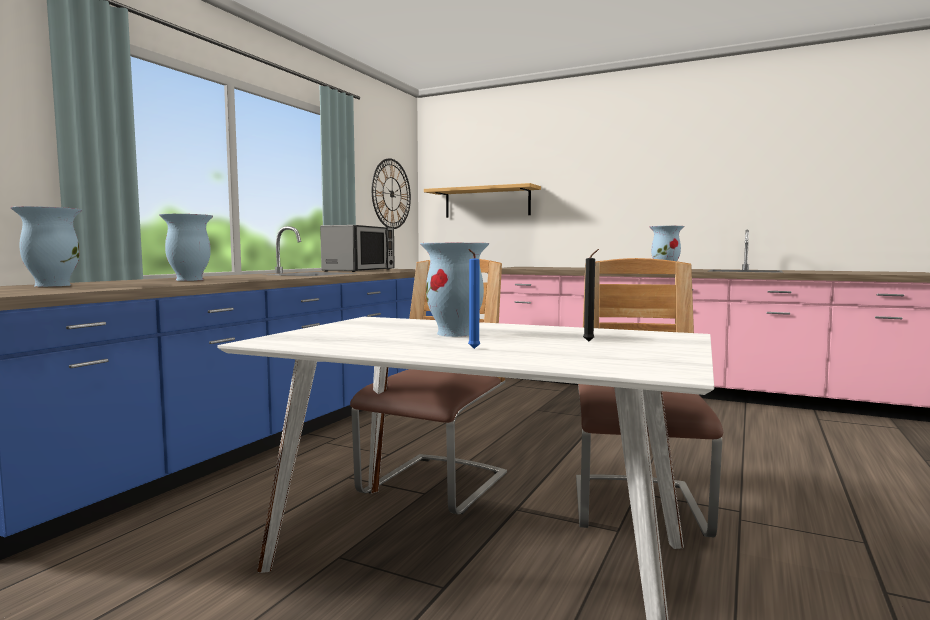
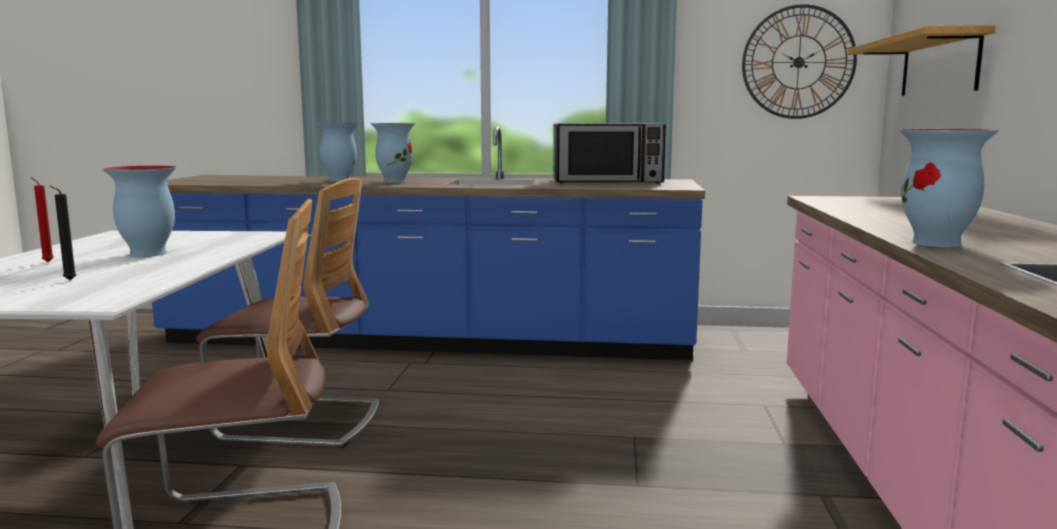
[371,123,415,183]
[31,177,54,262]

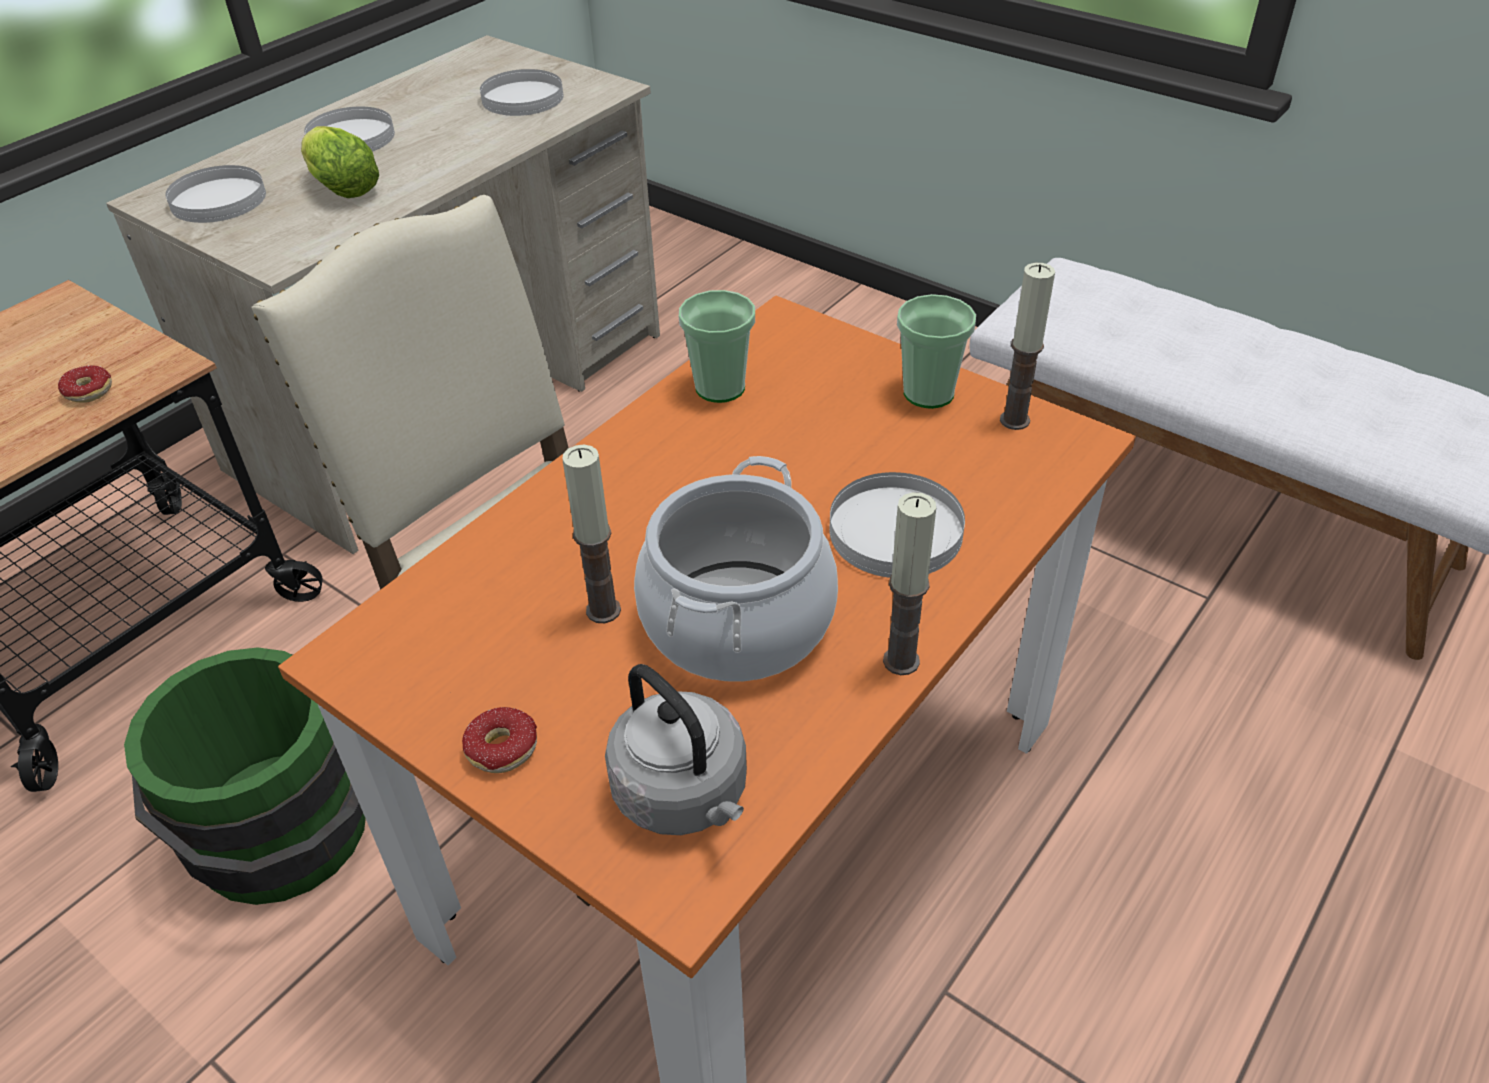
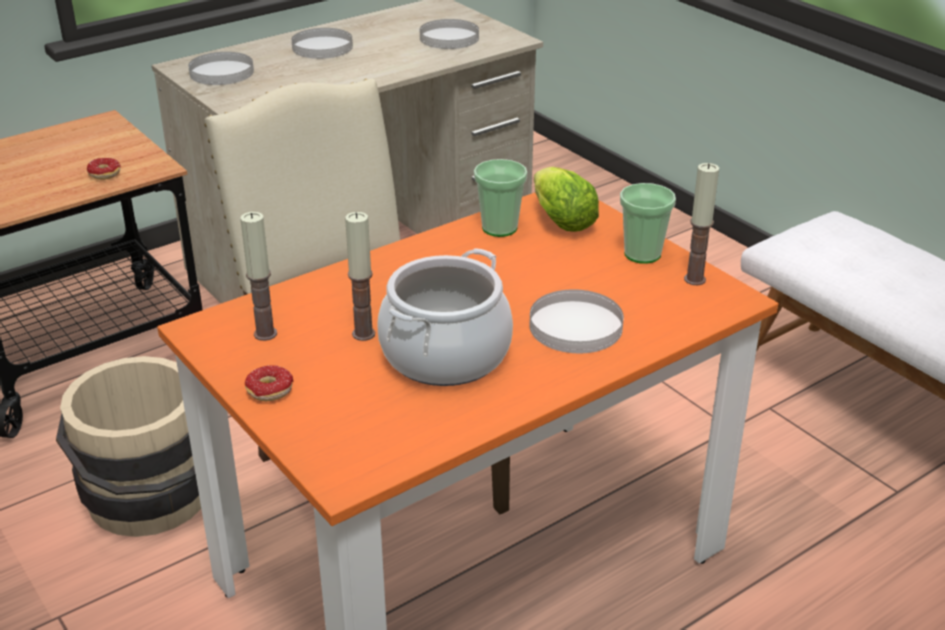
[605,664,747,835] (first image)
[534,167,599,232]
[240,212,277,341]
[56,356,201,537]

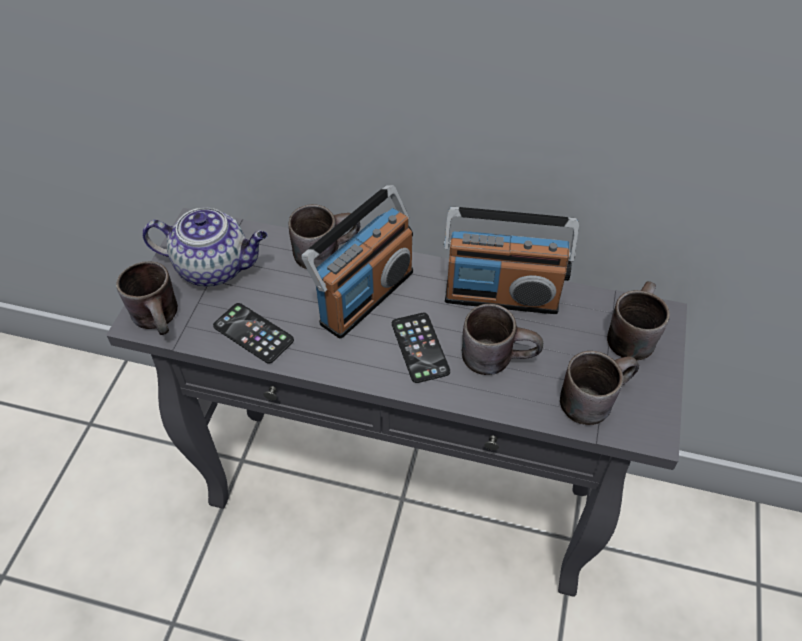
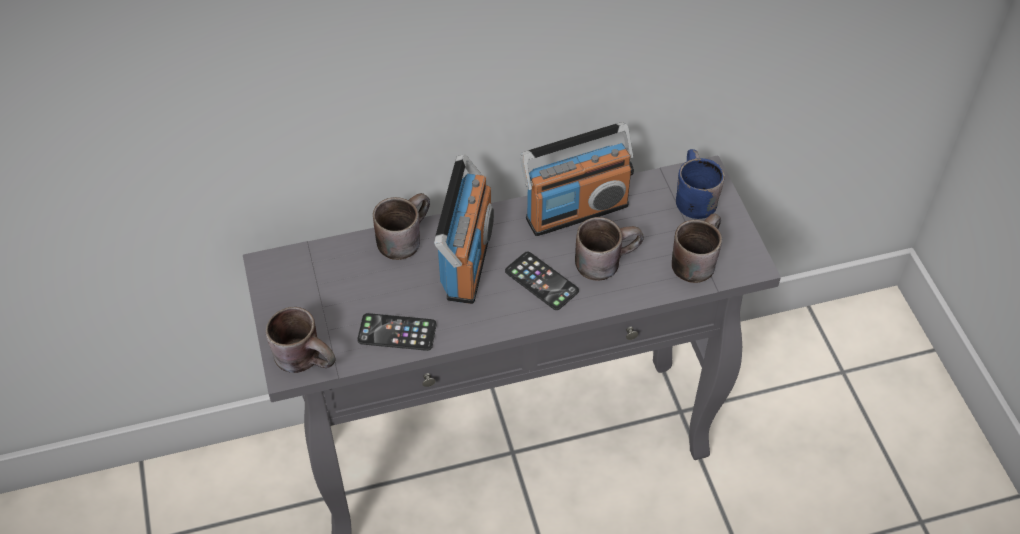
[142,207,268,287] (first image)
[676,149,725,219]

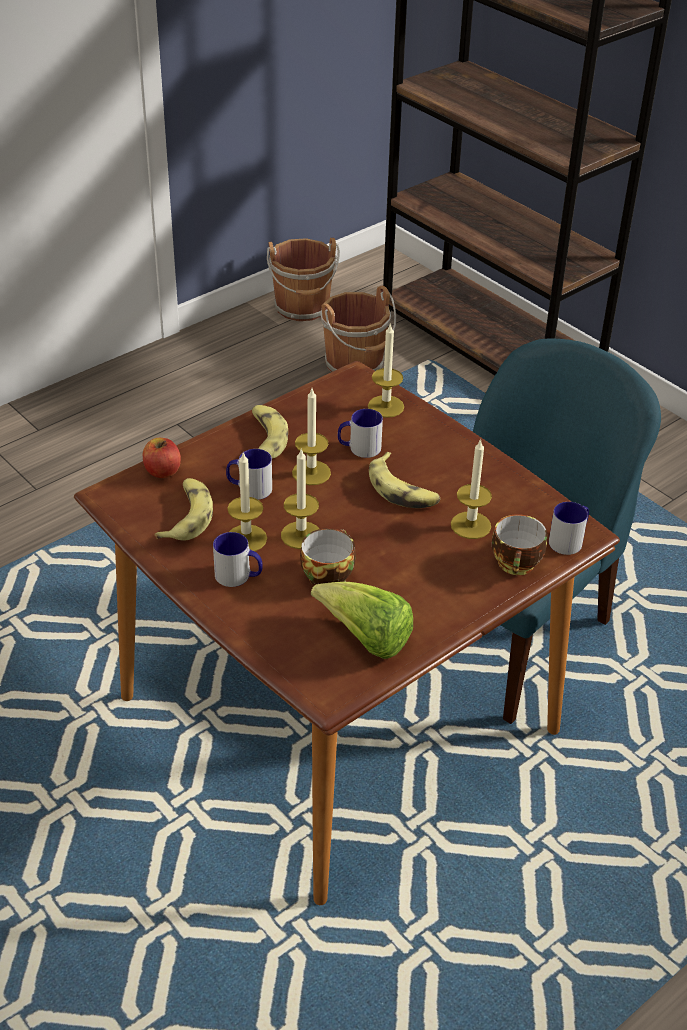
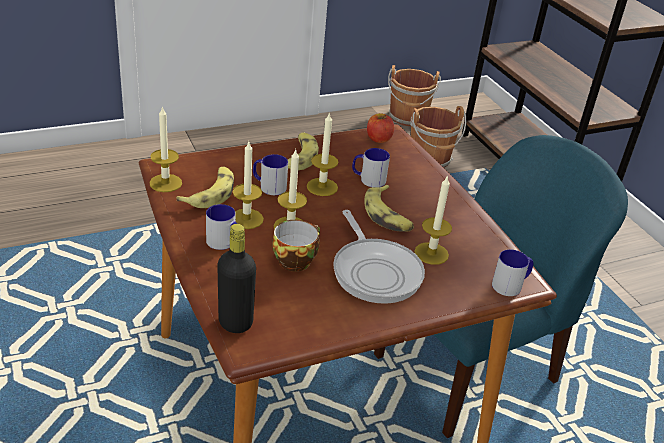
[311,582,413,659] (first image)
[492,514,547,575] (first image)
[217,224,256,333]
[333,210,425,304]
[367,113,394,143]
[149,106,182,192]

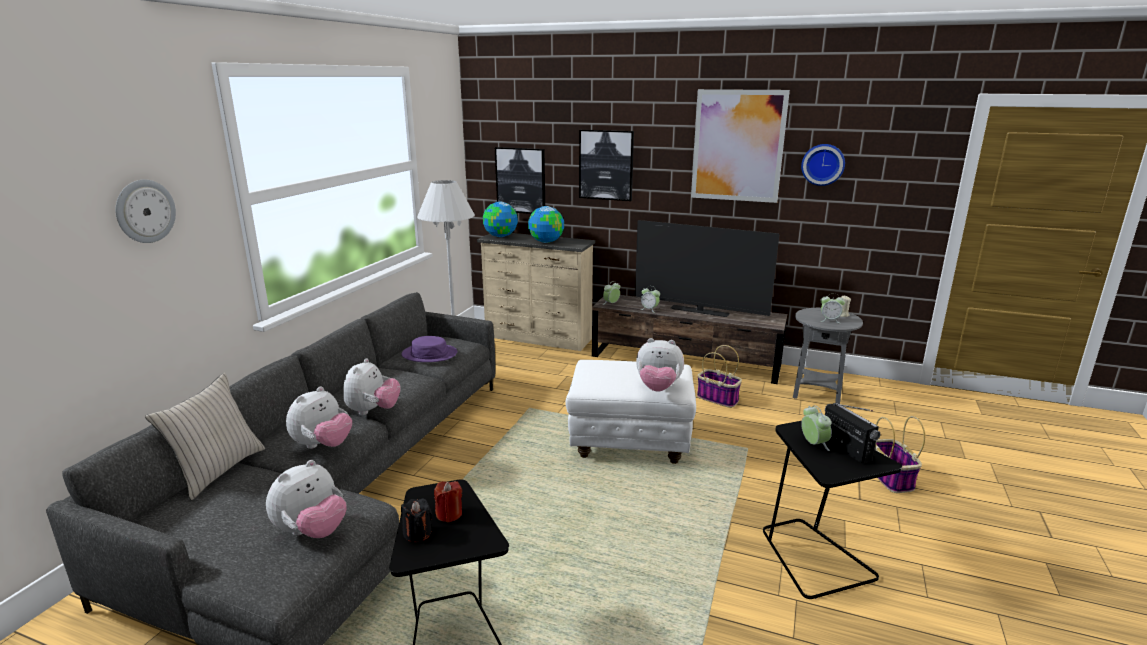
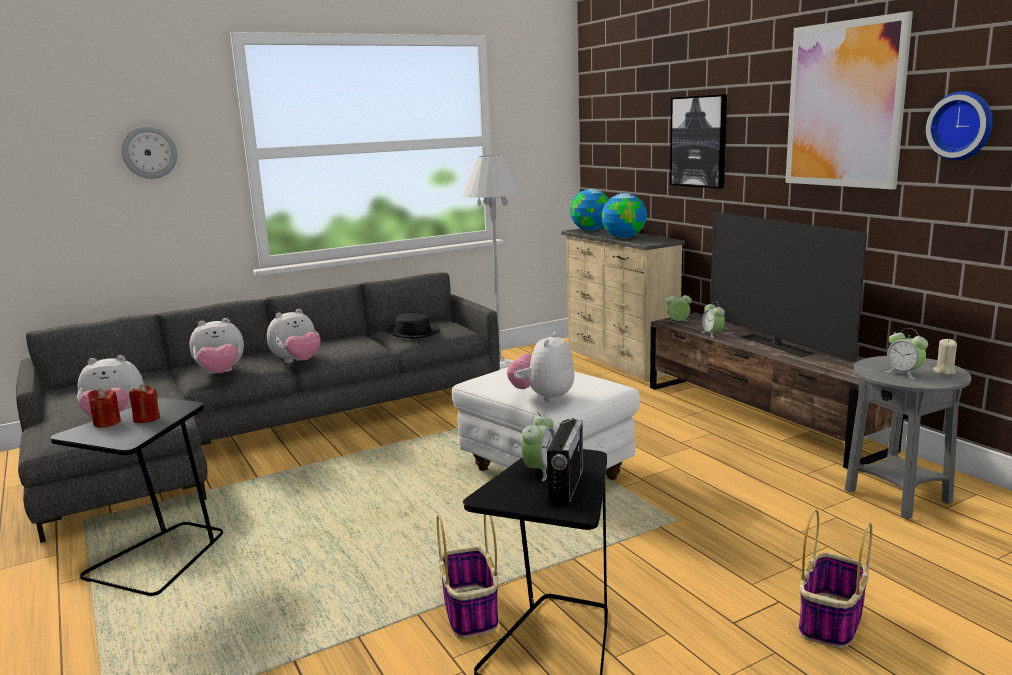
[145,373,265,500] (first image)
[495,147,545,214] (first image)
[437,514,498,638]
[88,388,121,427]
[386,313,440,338]
[507,332,574,403]

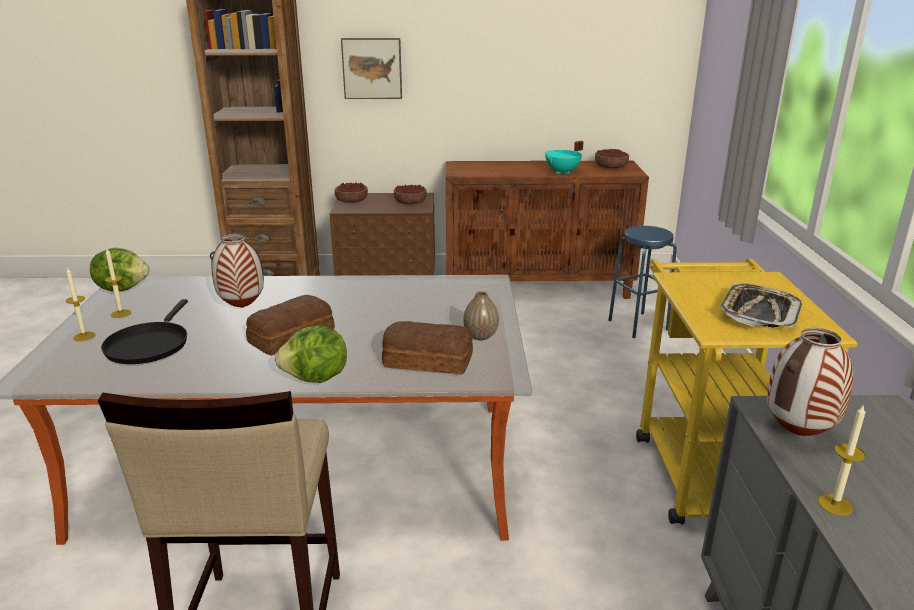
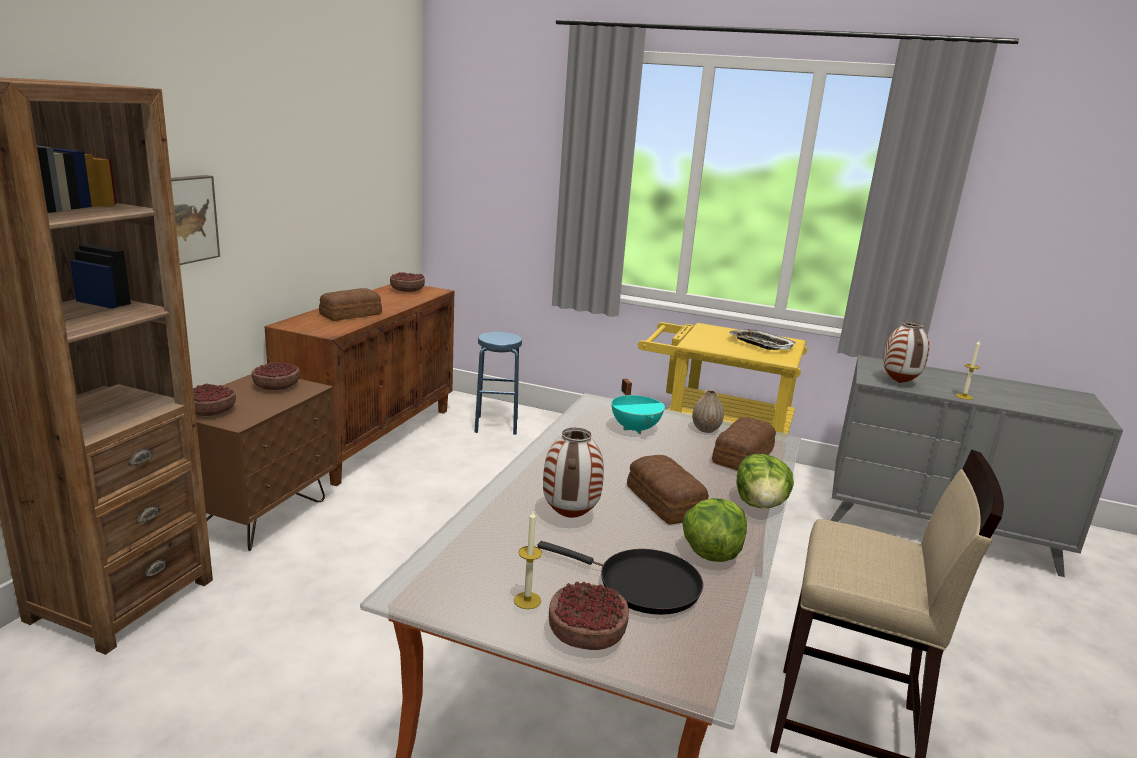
[319,288,382,321]
[683,498,747,562]
[612,379,665,434]
[549,582,629,650]

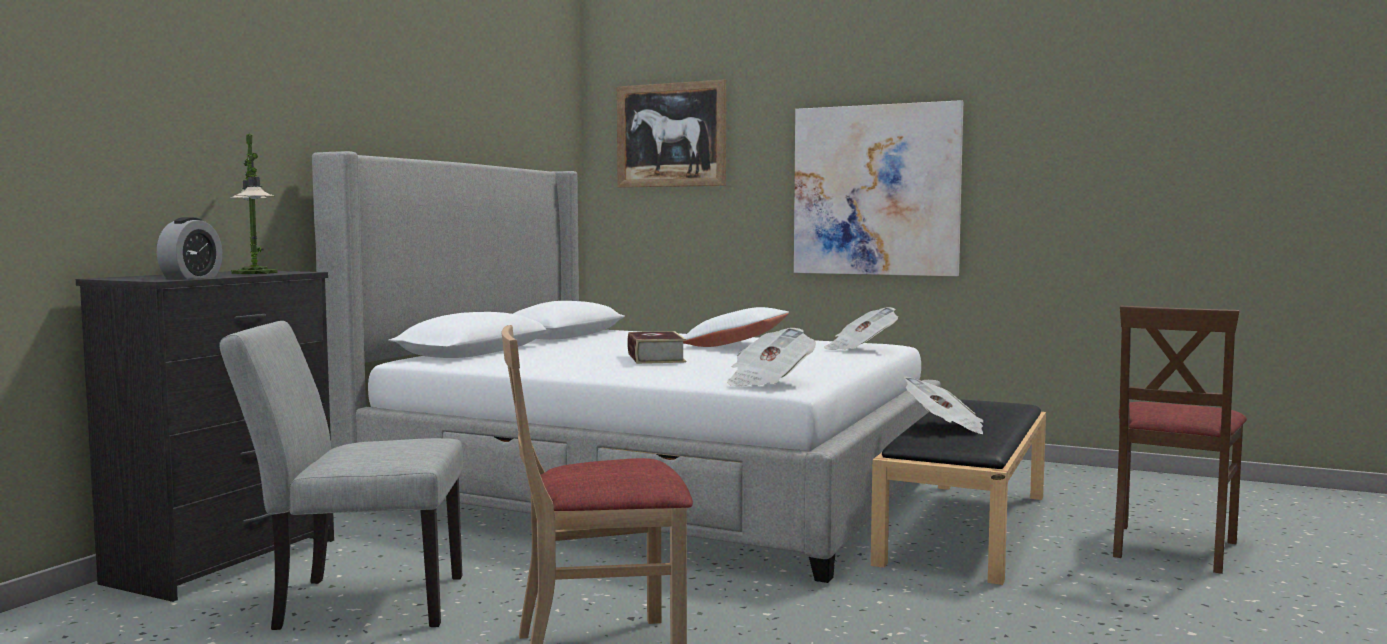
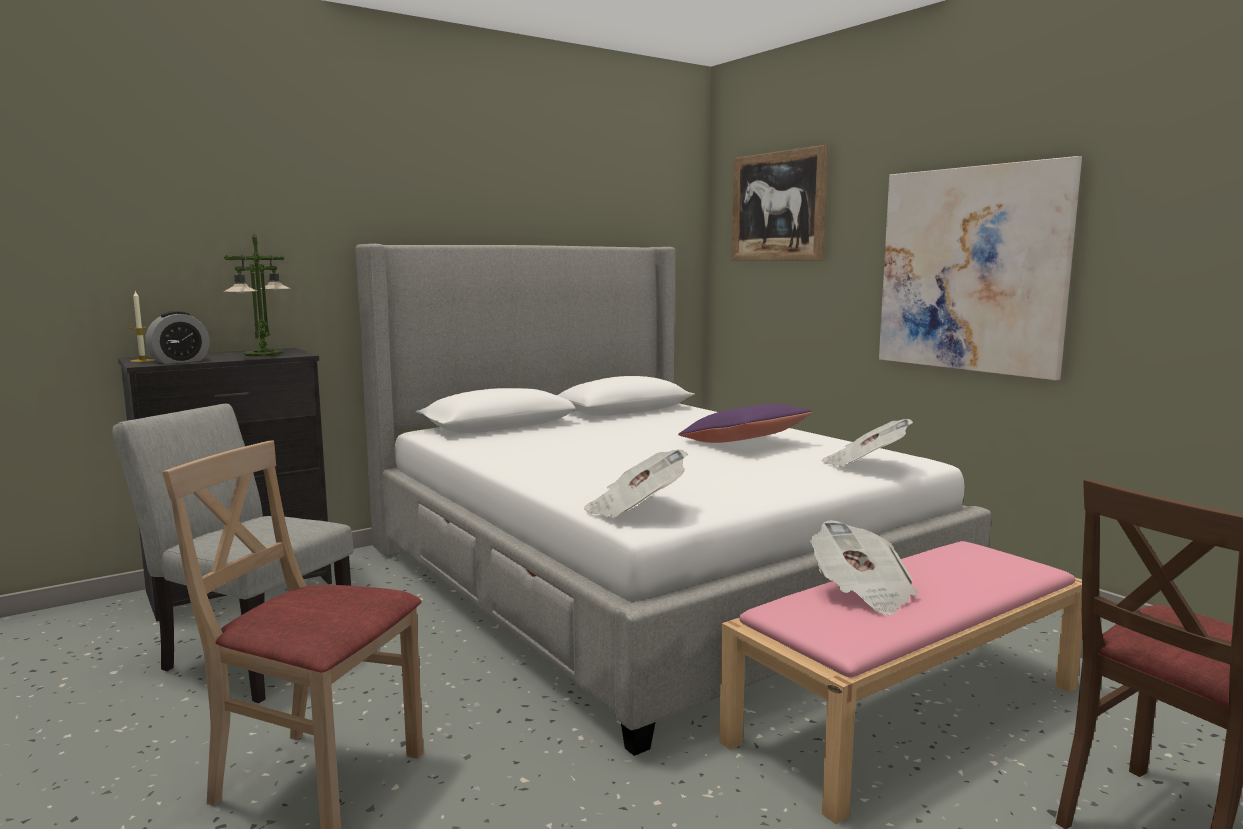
[627,331,686,364] (first image)
[129,291,155,362]
[678,404,813,443]
[719,541,1082,824]

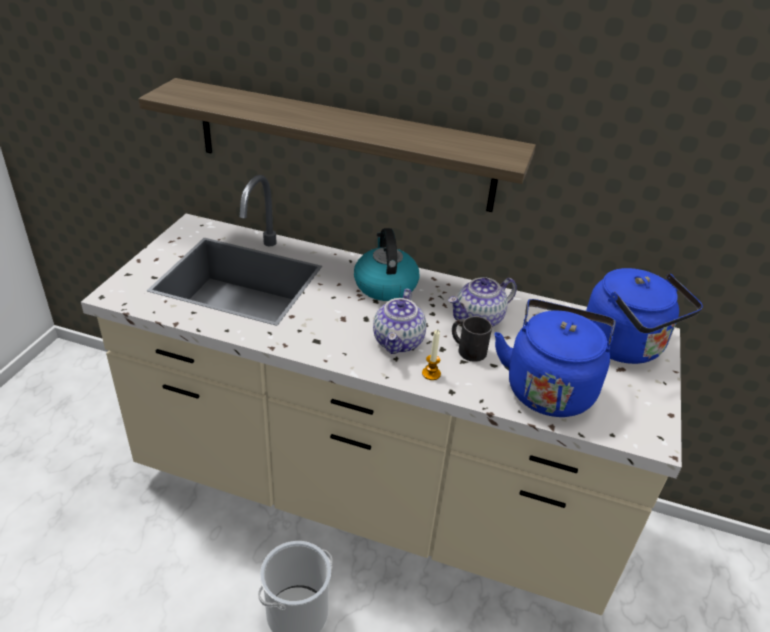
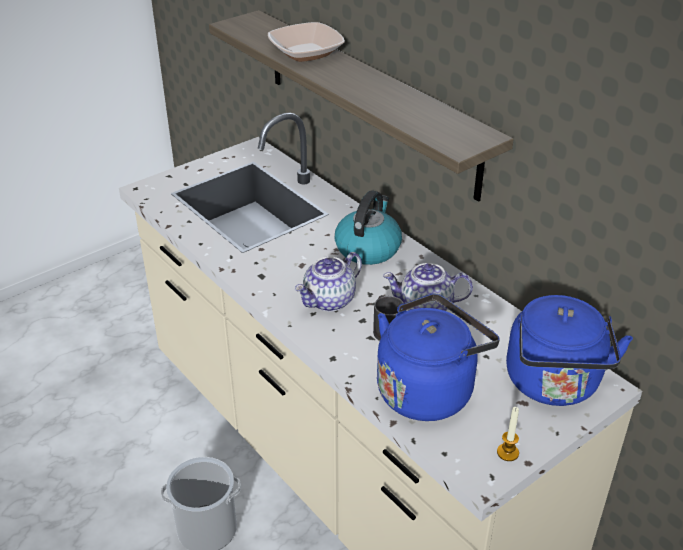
[268,22,345,62]
[497,407,519,461]

